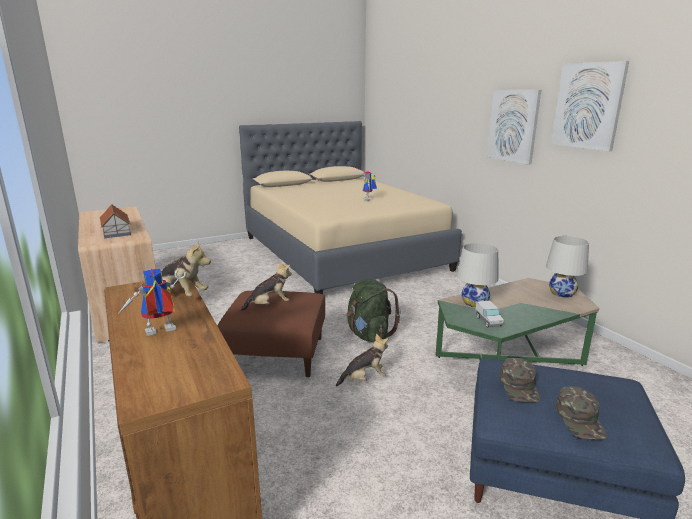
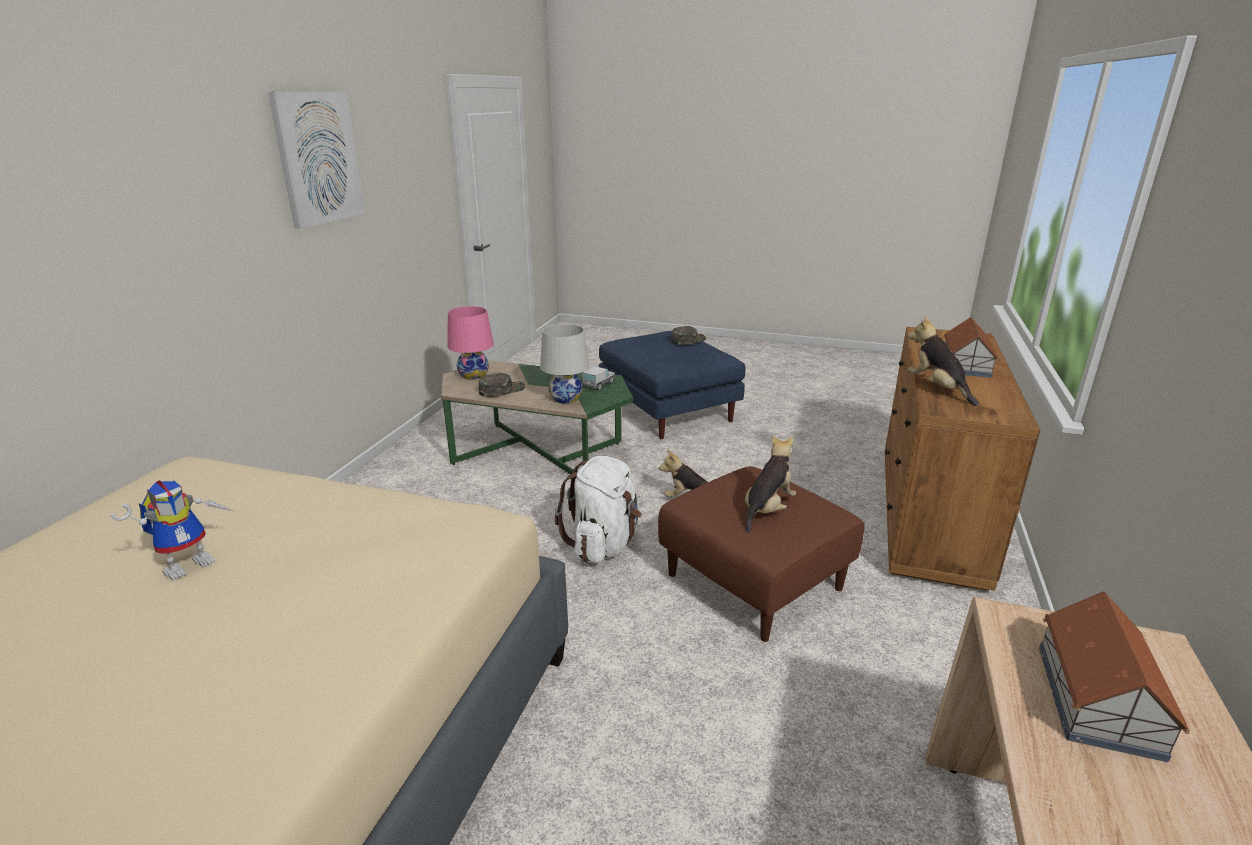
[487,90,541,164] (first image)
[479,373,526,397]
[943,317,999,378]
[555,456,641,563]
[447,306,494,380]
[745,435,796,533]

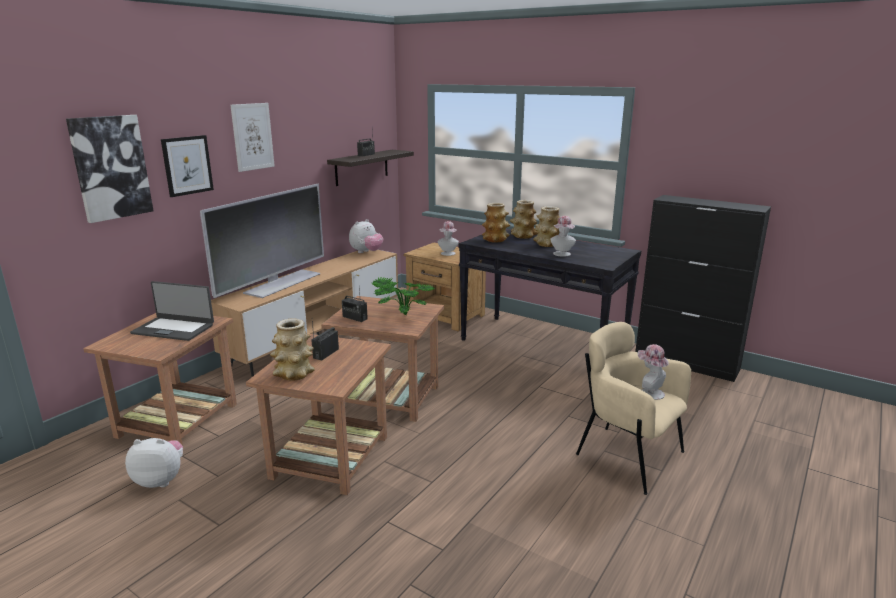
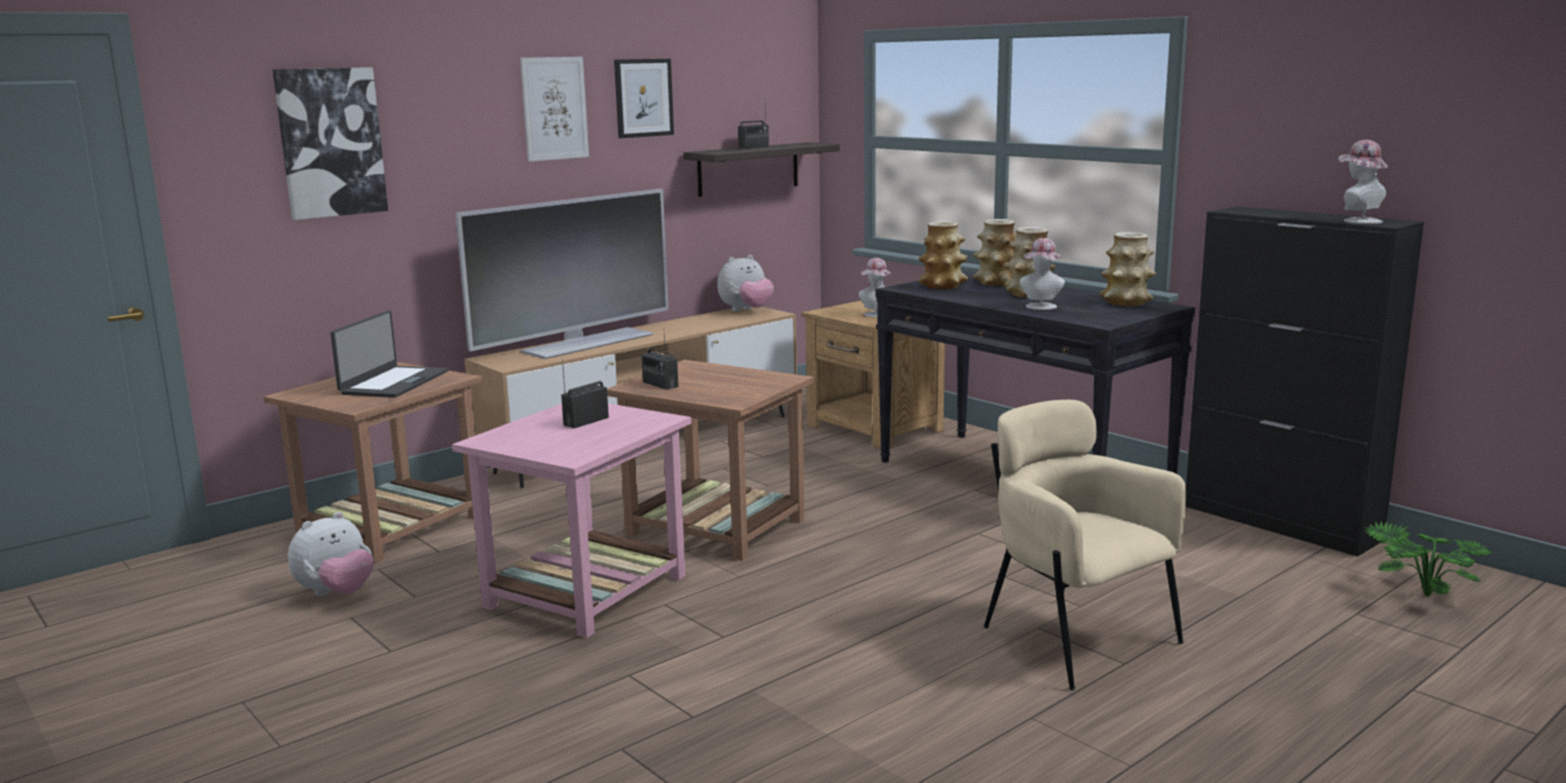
[614,59,674,138]
[1100,232,1156,306]
[1364,521,1491,597]
[1339,140,1388,224]
[452,404,692,638]
[288,512,374,596]
[330,310,448,398]

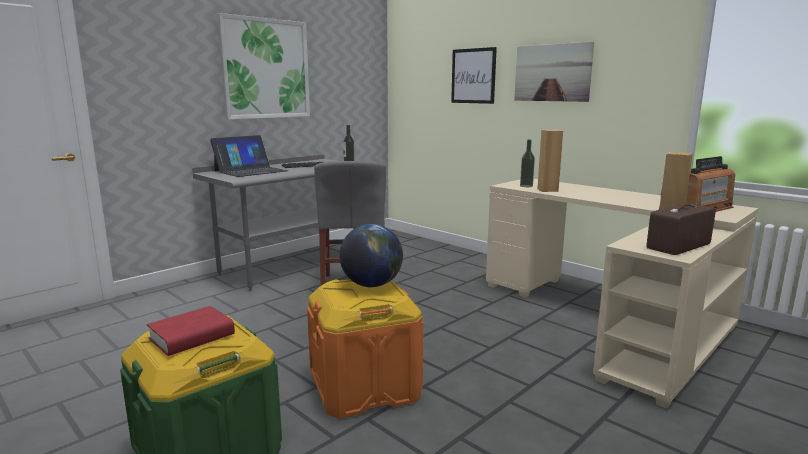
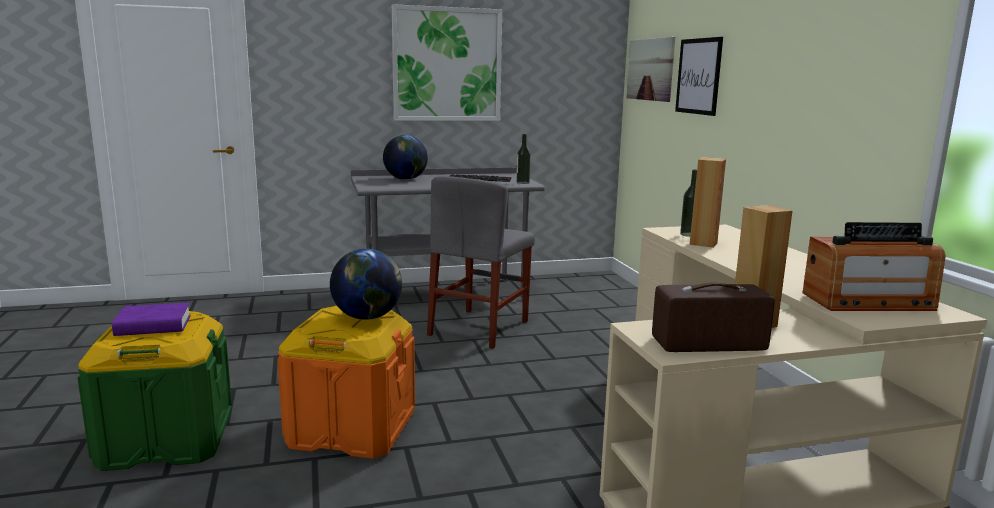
[626,37,675,102]
[383,135,428,180]
[112,303,191,336]

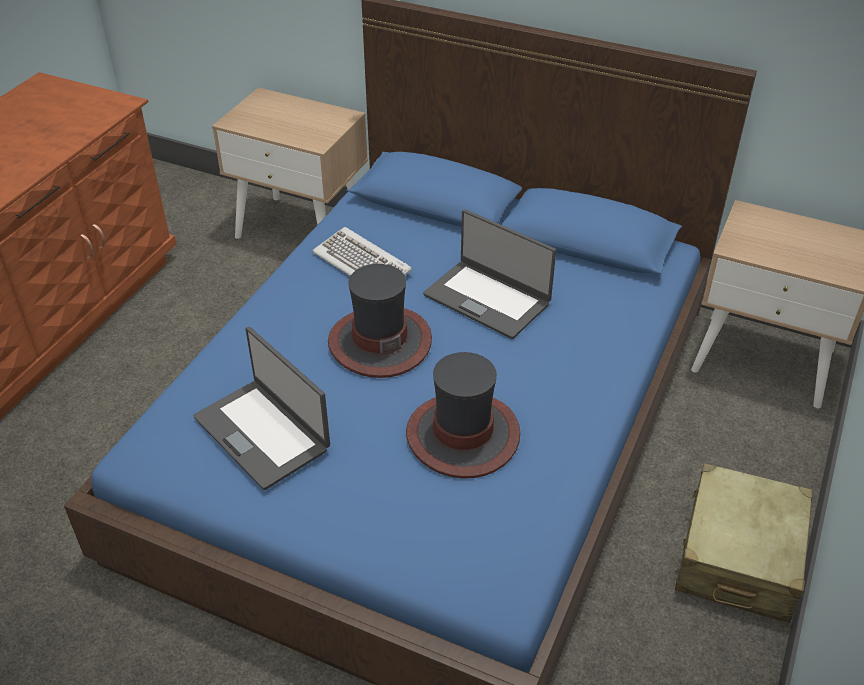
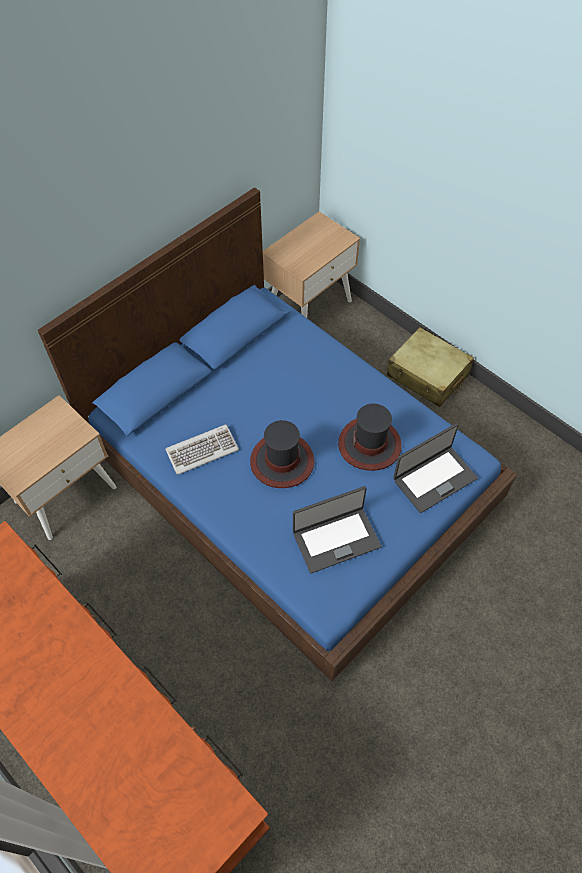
[393,423,478,513]

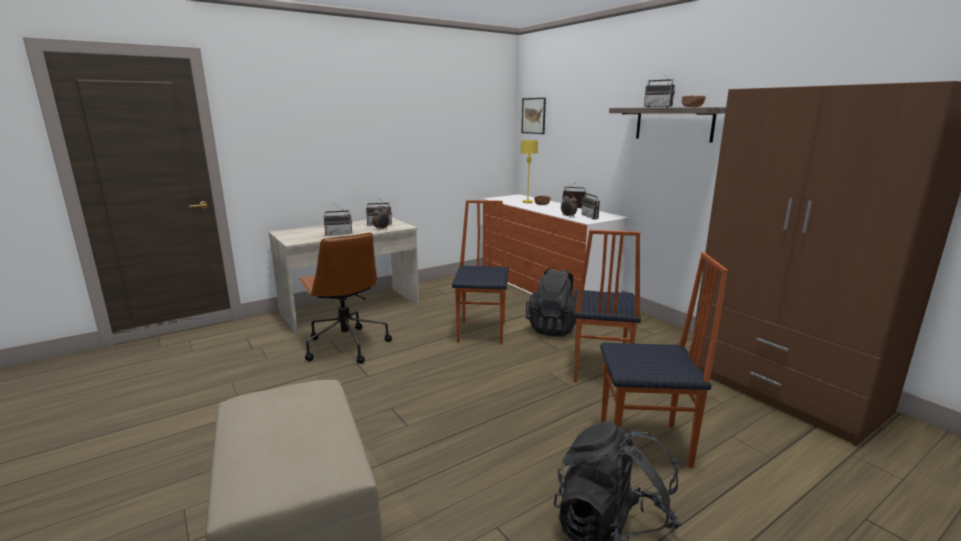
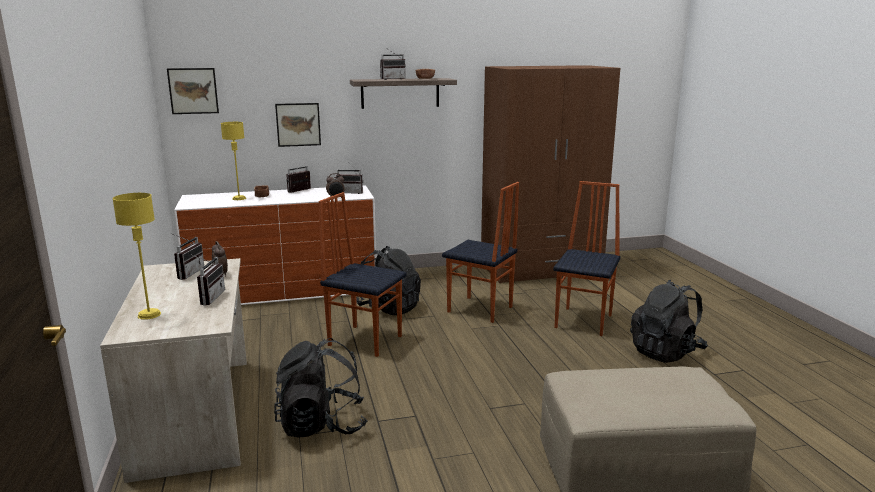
[112,193,161,320]
[275,103,321,147]
[274,338,367,438]

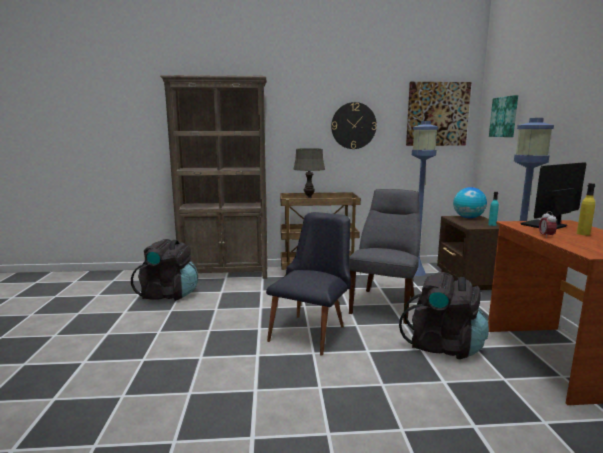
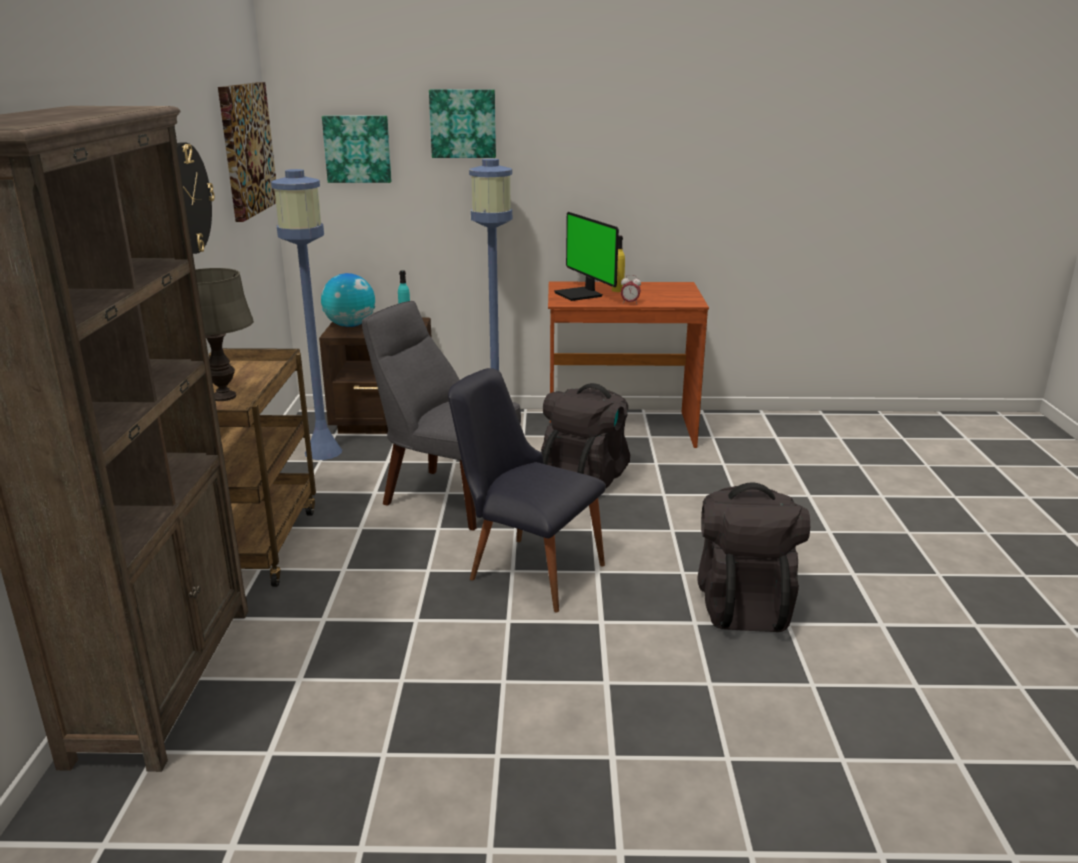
[429,89,496,158]
[697,483,810,632]

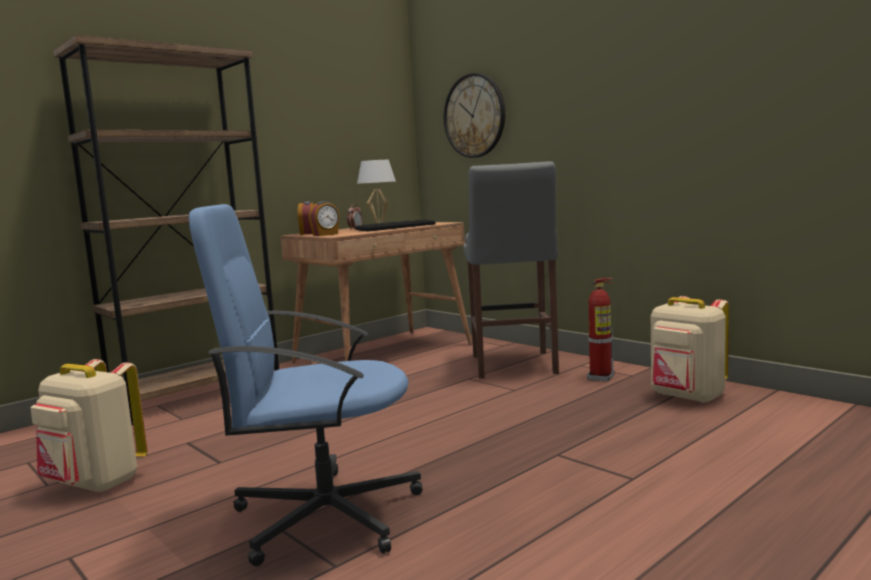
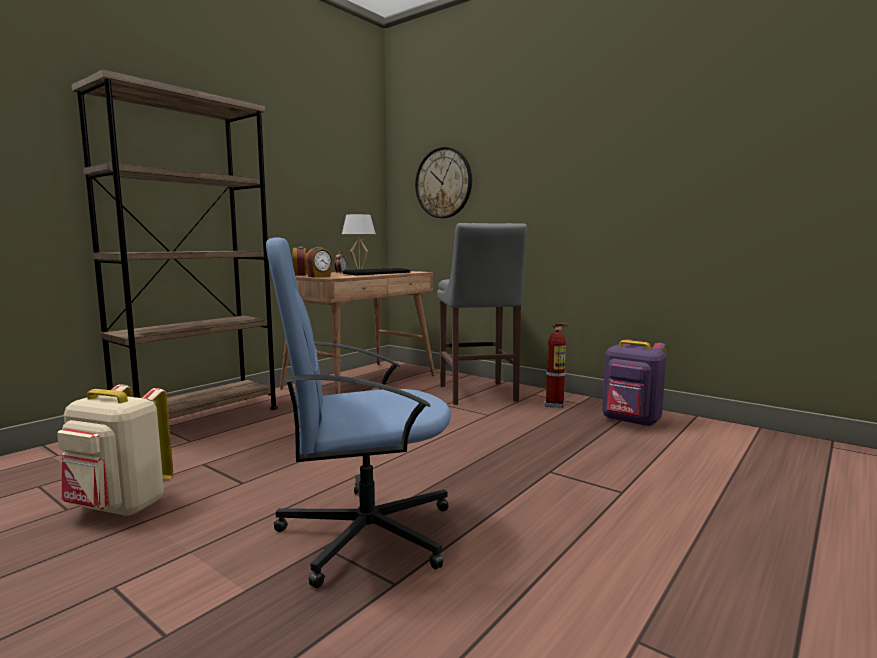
[602,339,666,427]

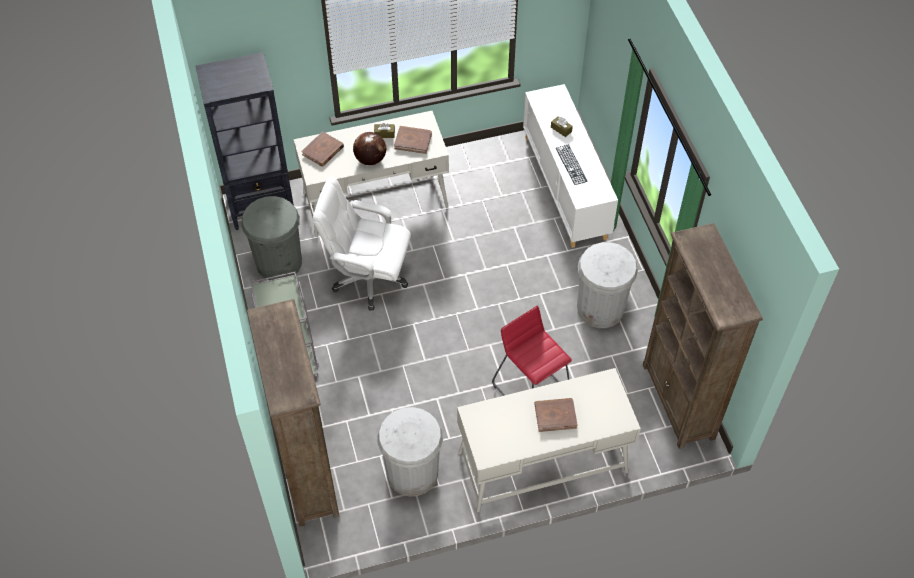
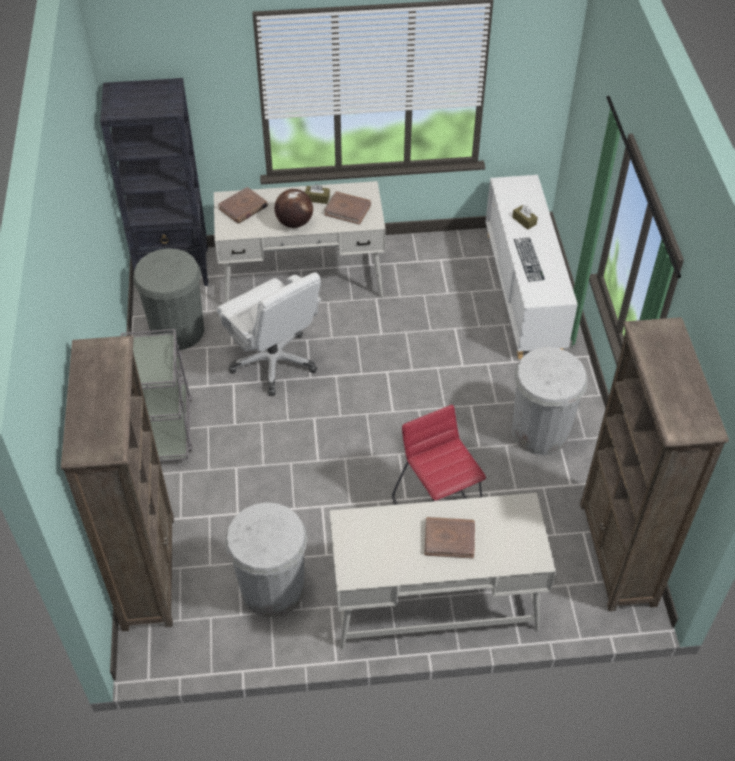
[217,272,321,396]

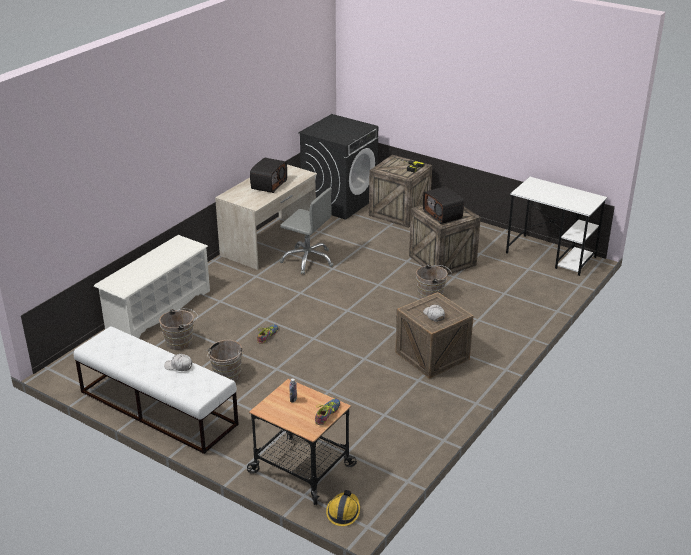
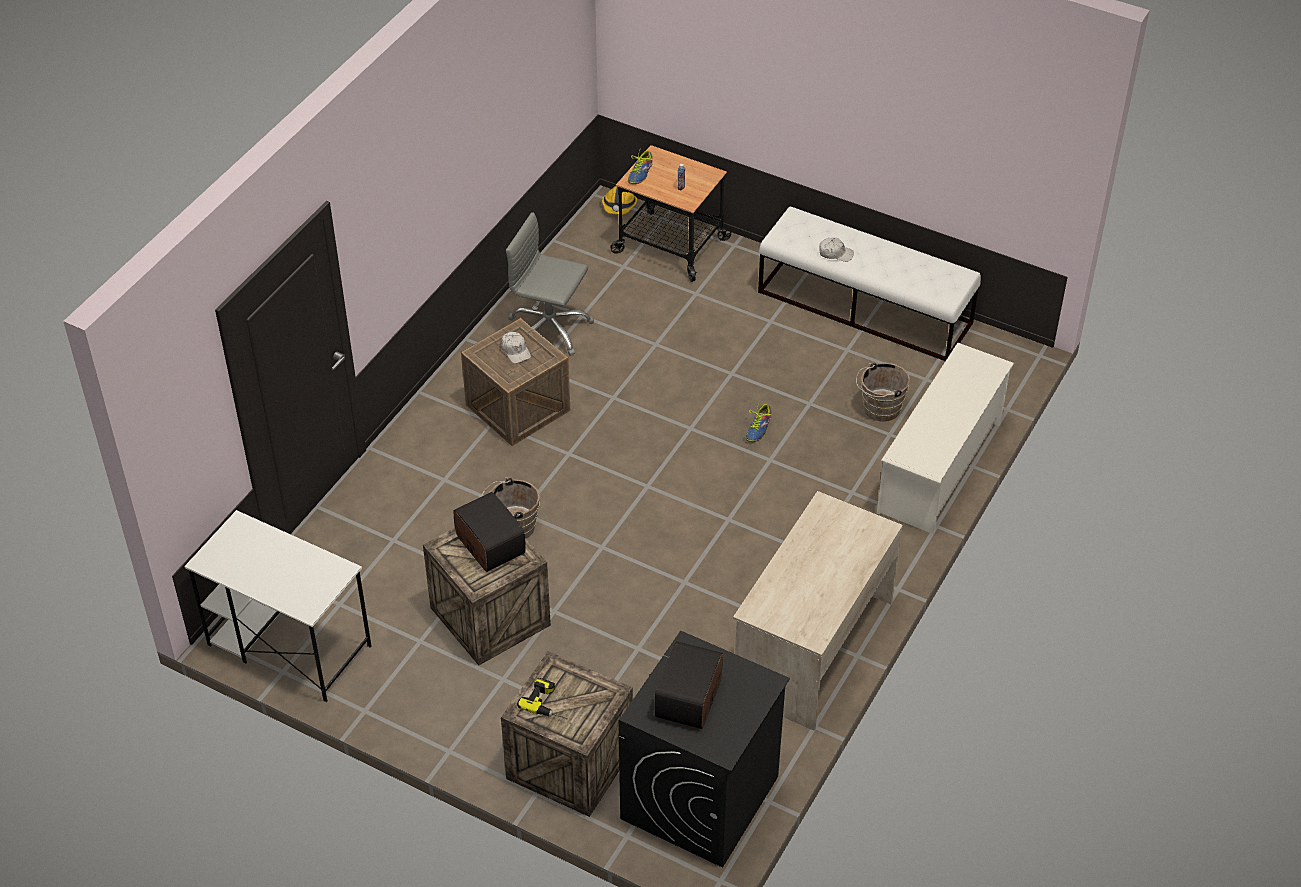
[206,340,244,381] (first image)
[655,641,723,729]
[506,212,594,356]

